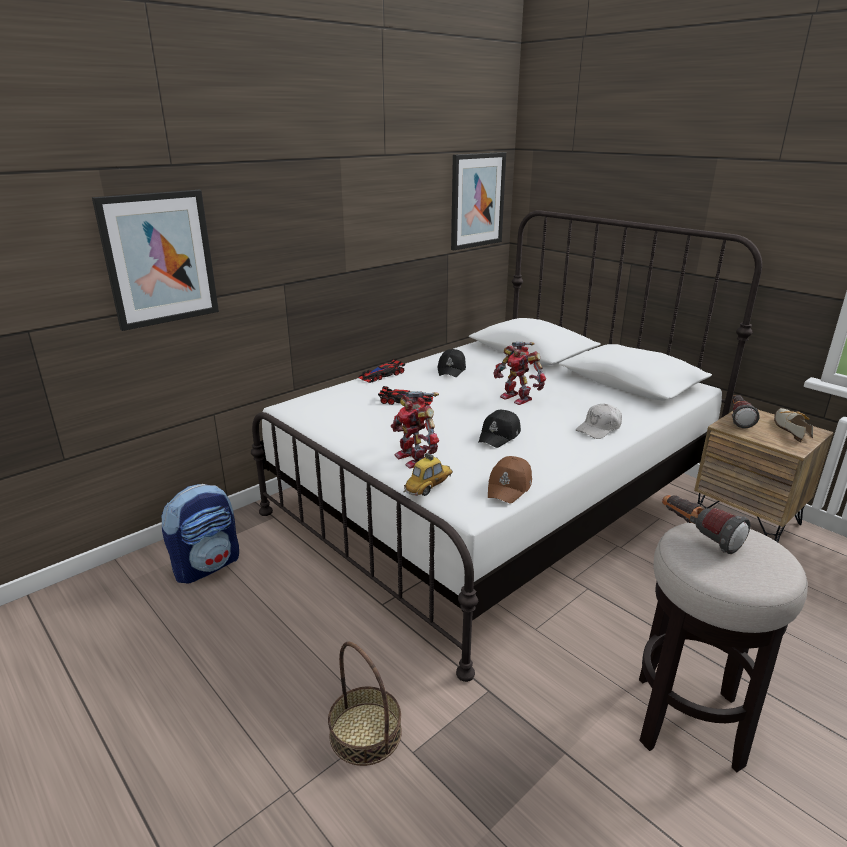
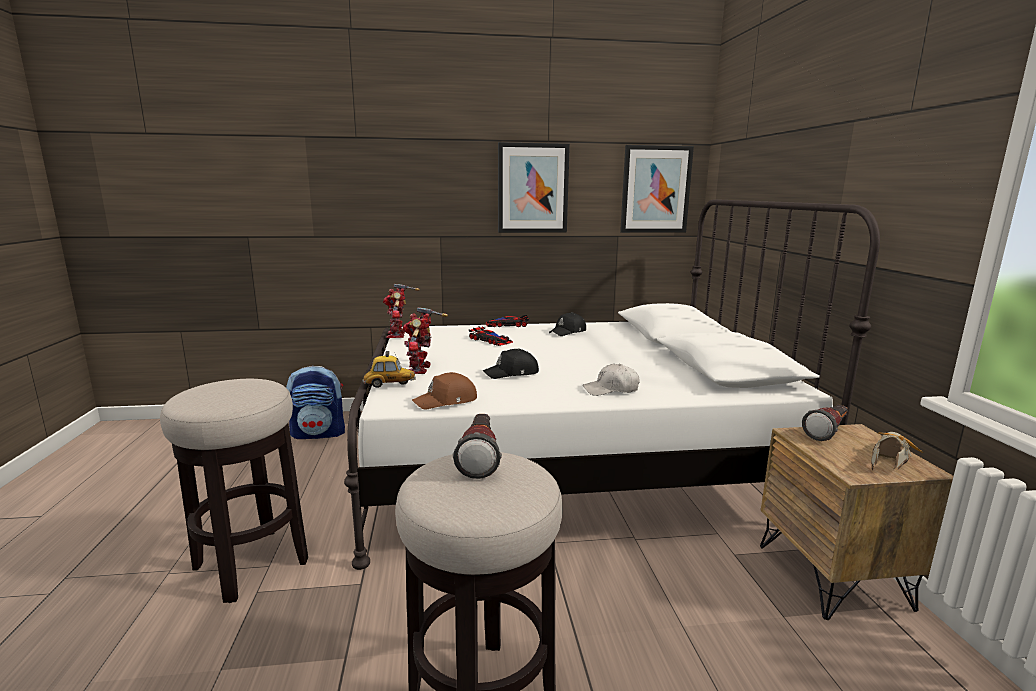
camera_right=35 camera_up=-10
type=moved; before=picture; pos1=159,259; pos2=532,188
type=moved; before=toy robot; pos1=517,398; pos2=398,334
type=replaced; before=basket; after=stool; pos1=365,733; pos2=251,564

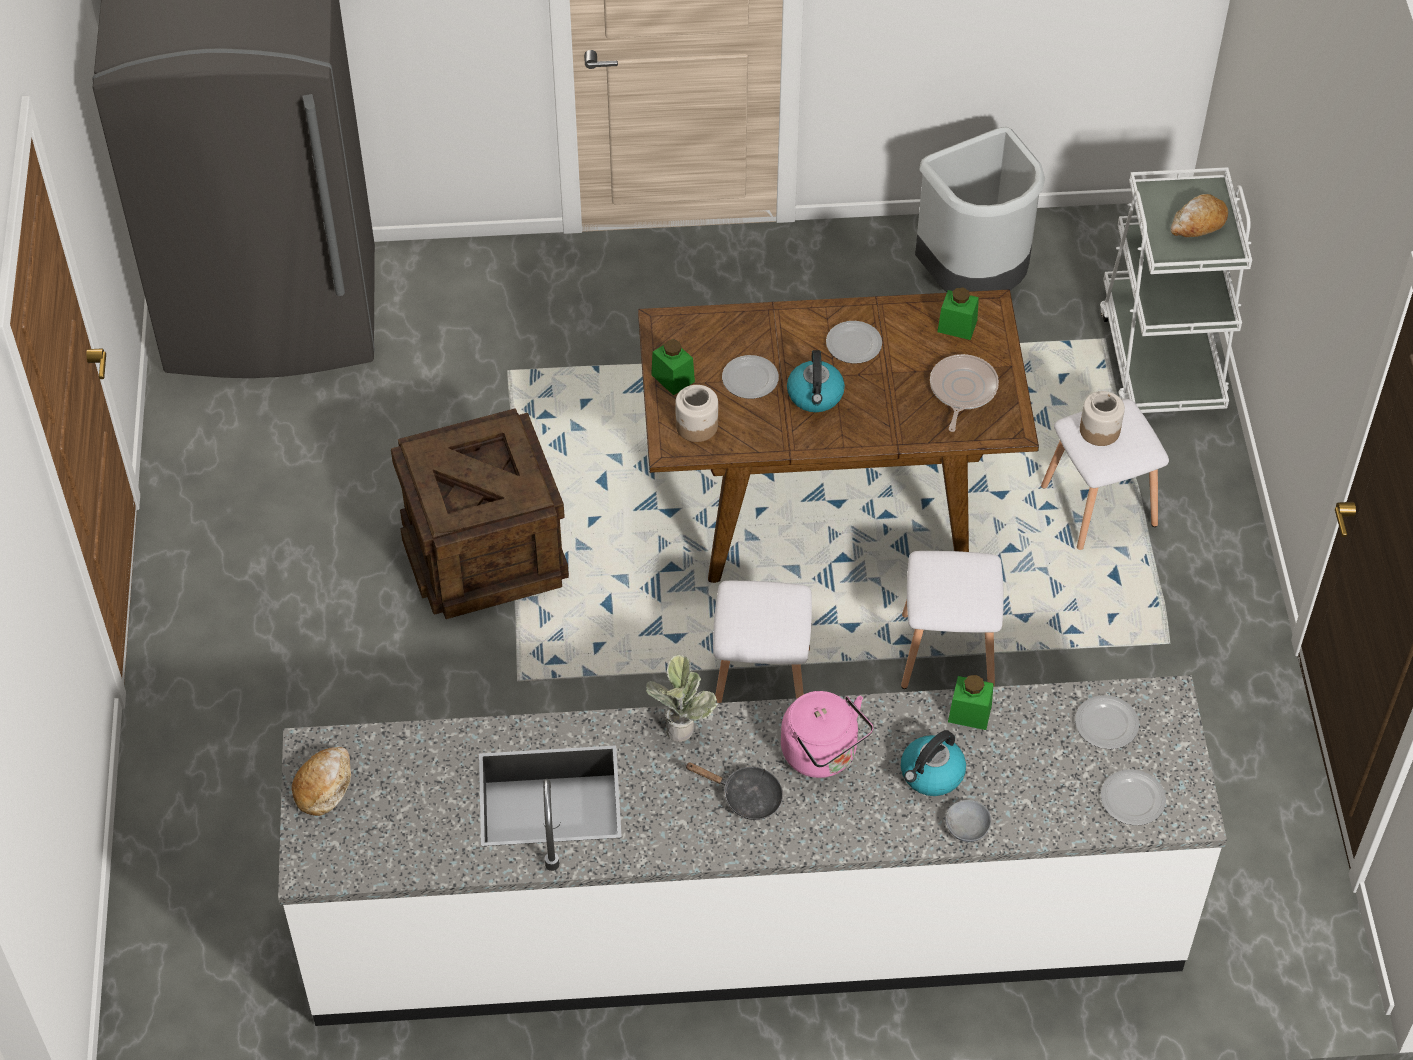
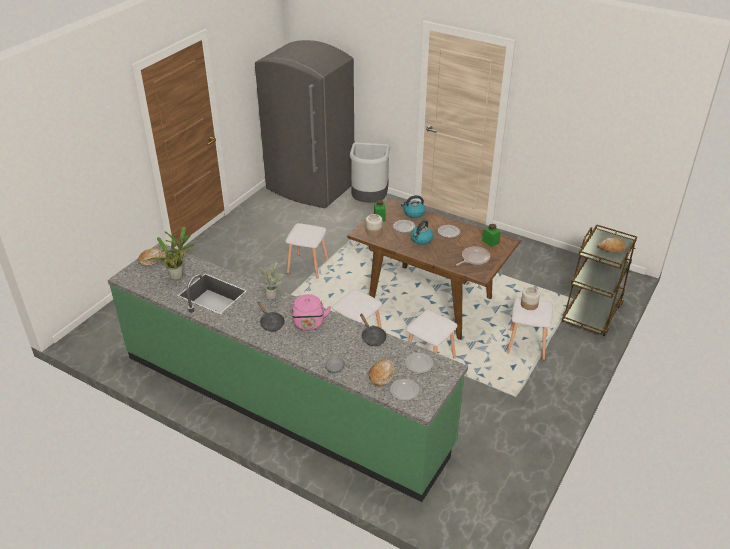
camera_right=35 camera_up=-15
type=moved; before=grey trash can; pos1=973,283; pos2=369,201
type=recoloured; before=white cart; after=brown cart; pos1=1161,357; pos2=592,313
type=replaced; before=crate; after=white stool; pos1=482,553; pos2=307,266
type=recoloured; before=white counter; after=green counter; pos1=744,919; pos2=283,400
type=replaced; before=green jar; after=black frying pan; pos1=969,713; pos2=372,337
type=moved; before=kettle; pos1=931,774; pos2=413,213
type=added; after=potted plant; pos2=178,276
type=added; after=bread; pos2=382,375

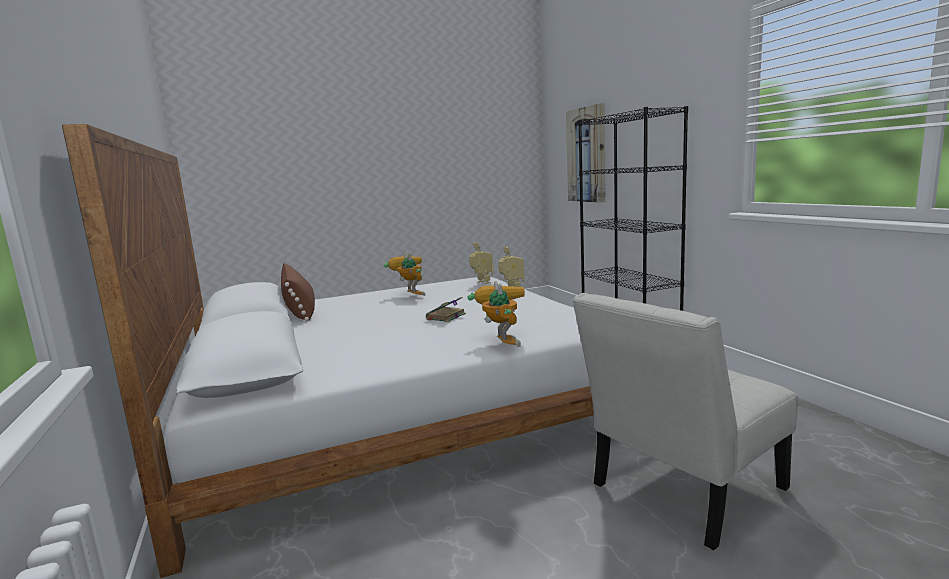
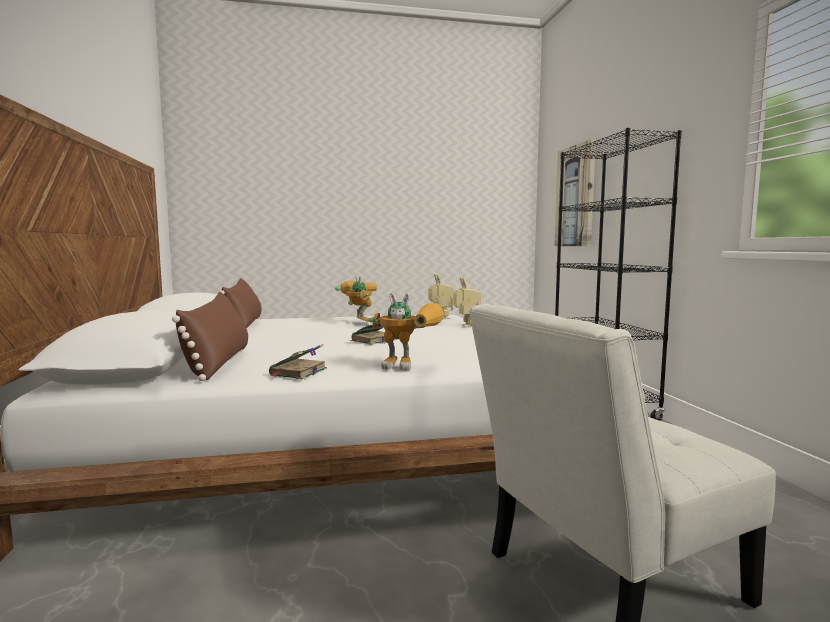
camera_right=10 camera_up=-5
type=turned; before=toy robot; pos1=500,341; pos2=411,366; turn=105
type=added; after=brown pillow; pos2=218,362
type=added; after=book; pos2=298,372

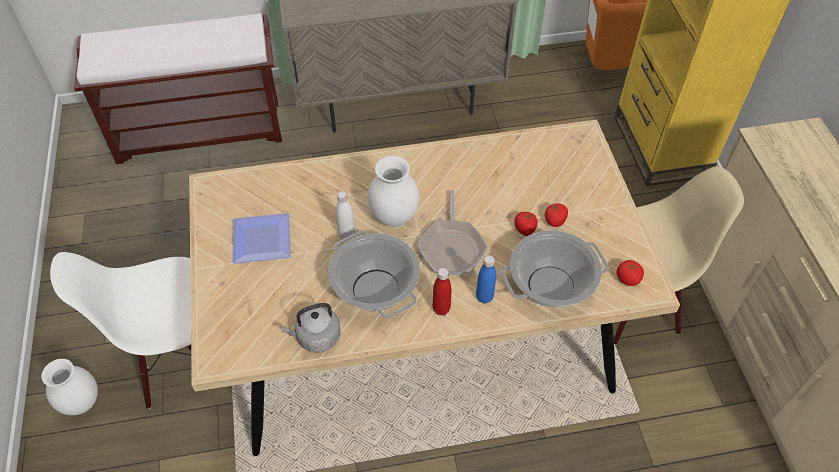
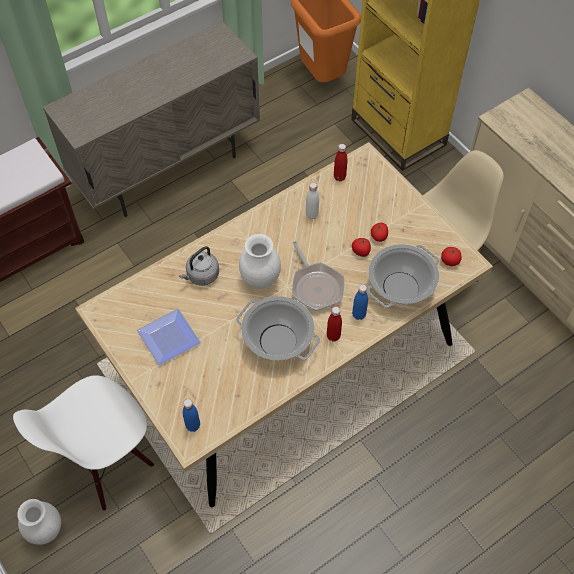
camera_right=-25 camera_up=5
type=moved; before=white bottle; pos1=347,234; pos2=312,215
type=moved; before=grey kettle; pos1=316,337; pos2=201,275
type=added; after=red bottle; pos2=339,177
type=added; after=blue bottle; pos2=193,425

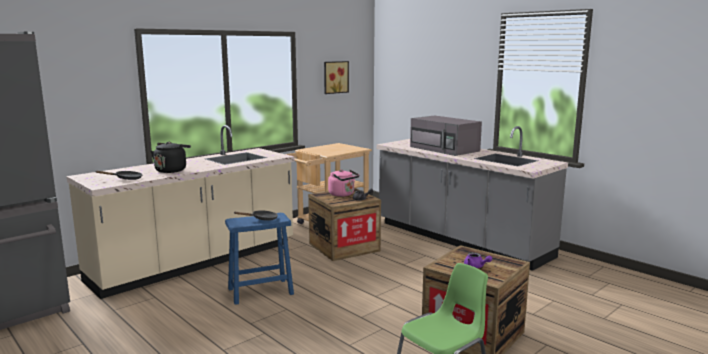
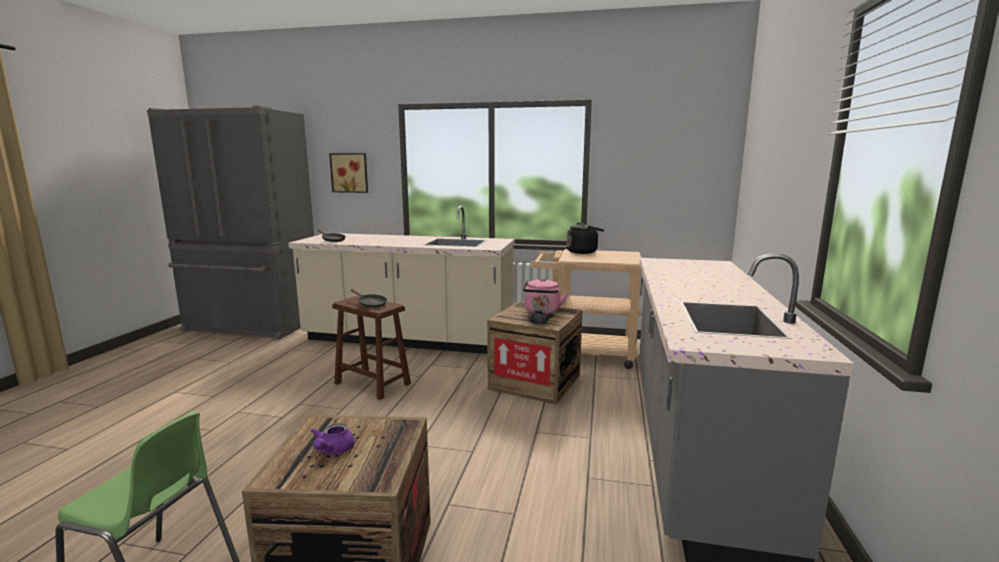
camera_right=55 camera_up=0
type=moved; before=picture; pos1=335,77; pos2=350,173
type=removed; before=grey microwave; pos1=445,149
type=moved; before=black kettle; pos1=172,170; pos2=583,252
type=recoloured; before=blue stool; after=brown stool; pos1=260,291; pos2=372,384

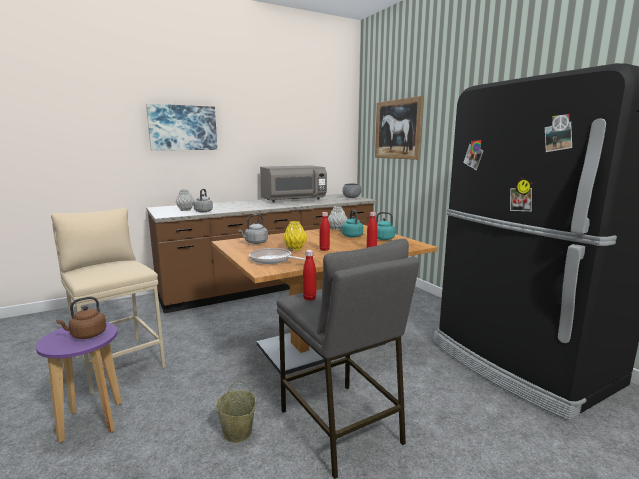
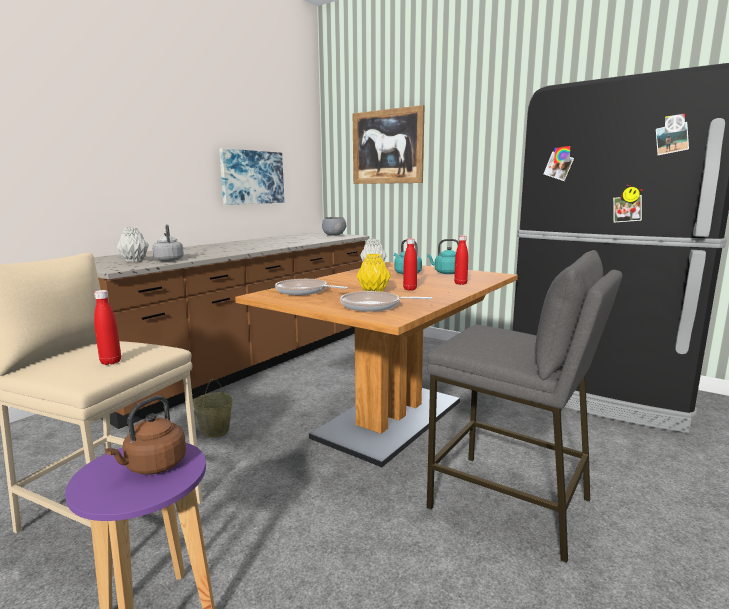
camera_right=-25 camera_up=0
type=moved; before=picture; pos1=183,128; pos2=252,177
type=removed; before=grey microwave; pos1=293,200
type=replaced; before=grey kettle; after=frying pan; pos1=255,242; pos2=304,291
type=moved; before=red bottle; pos1=309,298; pos2=111,362
type=moved; before=beige bucket; pos1=238,433; pos2=216,431

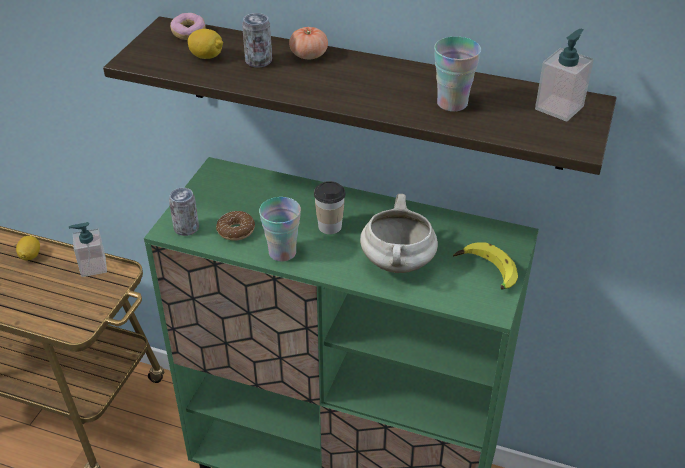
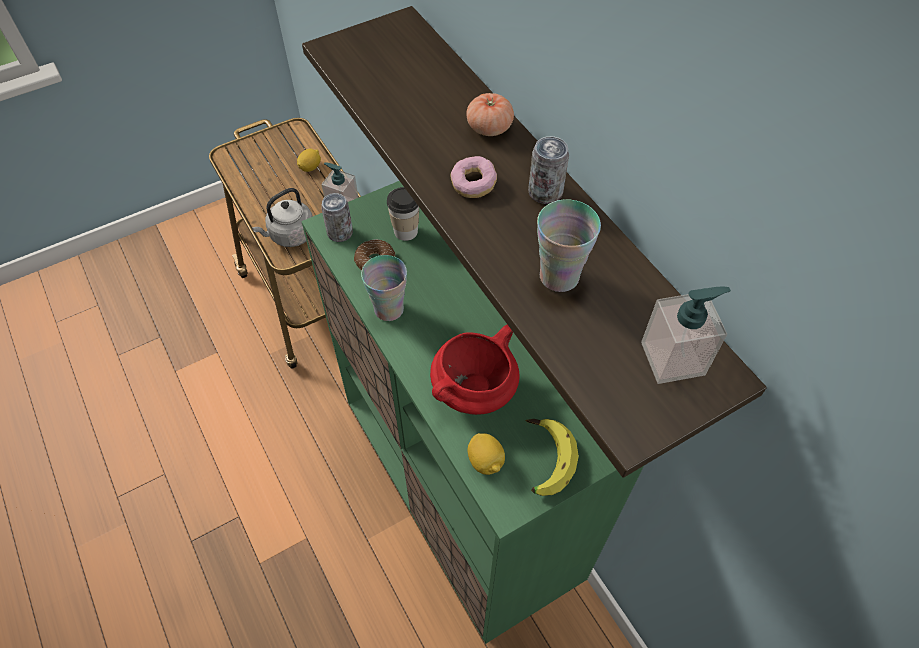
camera_right=40 camera_up=15
type=moved; before=donut; pos1=188,33; pos2=473,185
type=moved; before=can; pos1=258,61; pos2=545,192
type=moved; before=lemon; pos1=207,56; pos2=485,461
type=moved; before=cup; pos1=330,226; pos2=405,231
type=recoloured; before=white cooking pot; after=red cooking pot; pos1=398,263; pos2=473,391
type=added; after=grey kettle; pos2=290,235

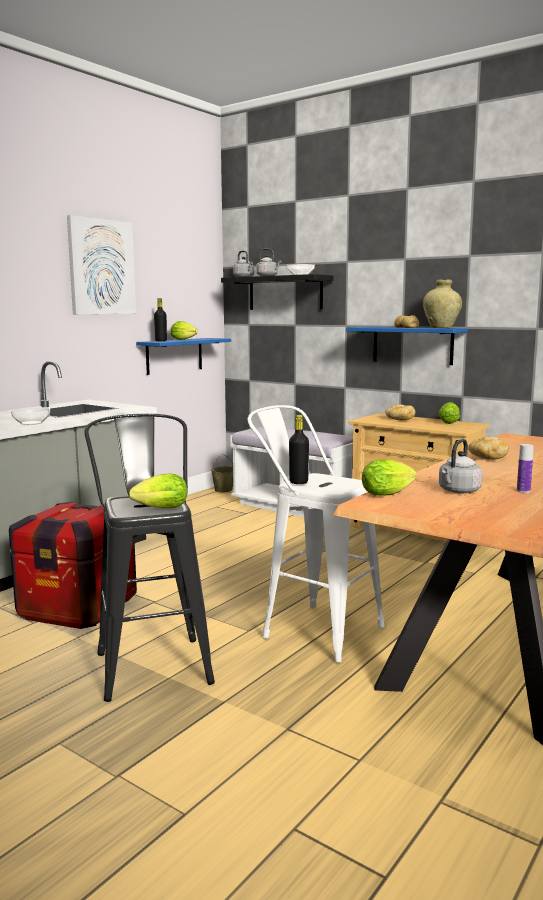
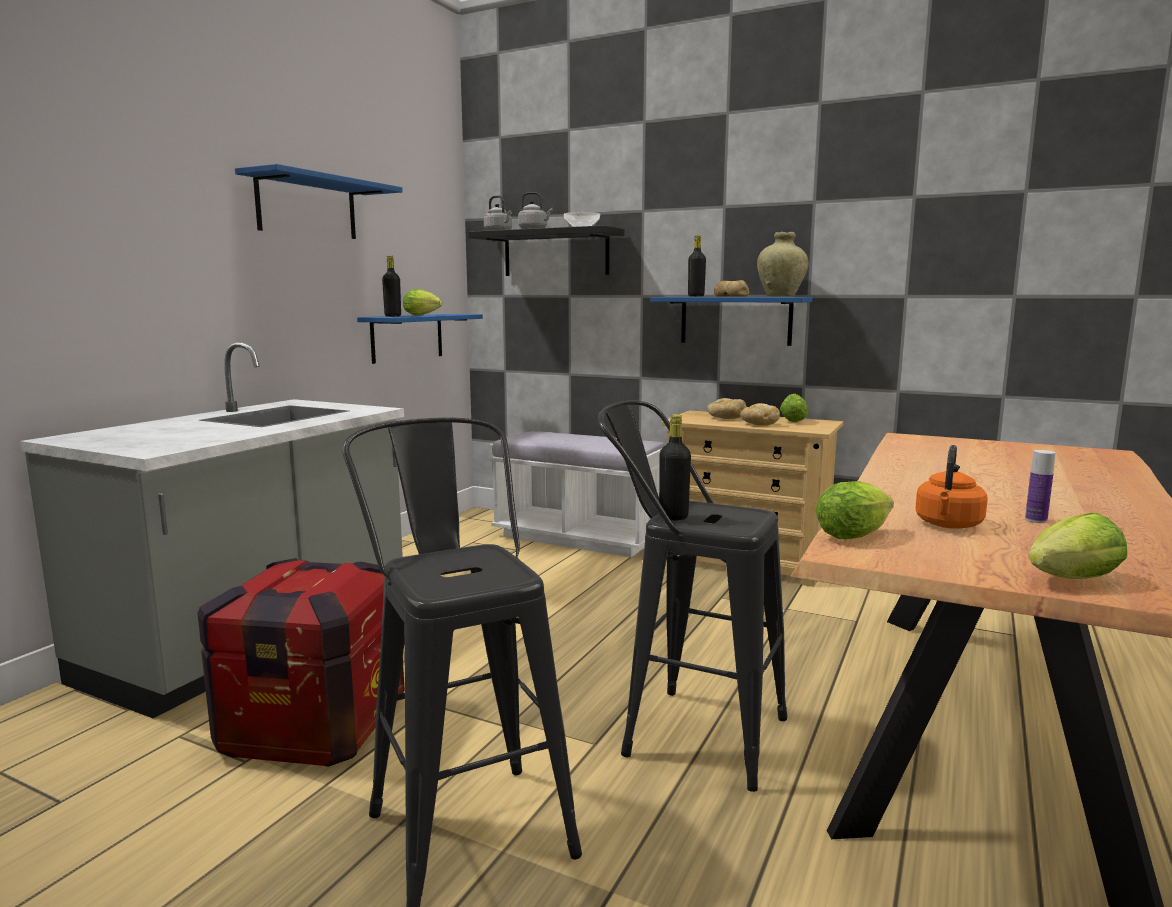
camera_right=-10 camera_up=0
type=replaced; before=picture; after=blue shelf; pos1=101,267; pos2=307,207
type=recoloured; before=white stool; after=black stool; pos1=313,628; pos2=688,731
type=removed; before=bowl; pos1=31,423
type=moved; before=bread; pos1=487,458; pos2=758,424
type=recoloured; before=grey kettle; after=orange kettle; pos1=458,491; pos2=948,525
type=removed; before=beige bucket; pos1=223,490
type=moved; before=lettuce; pos1=158,509; pos2=1068,581
type=added; after=black bottle; pos2=696,296

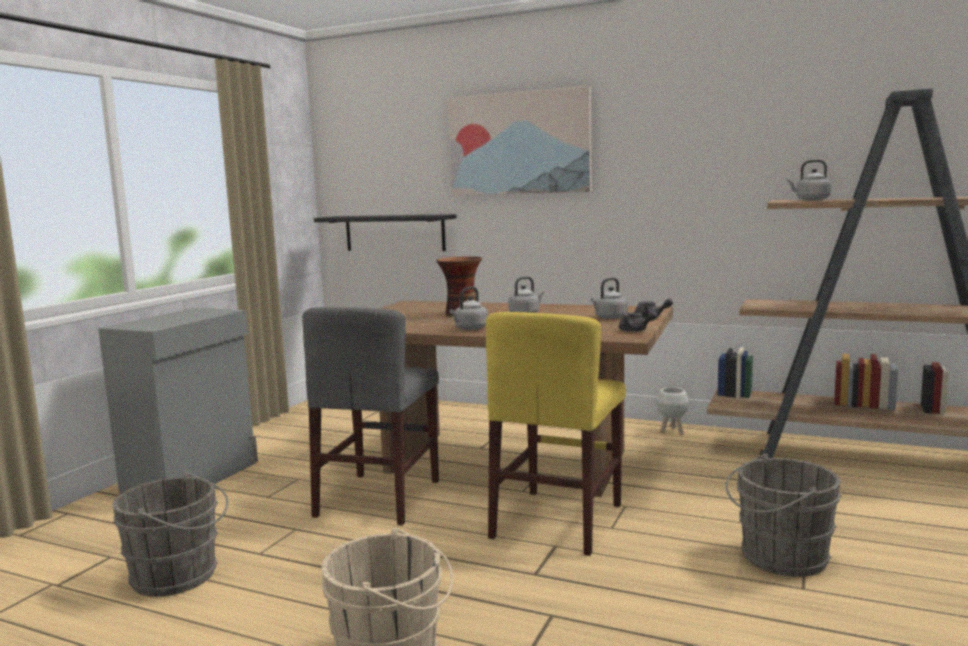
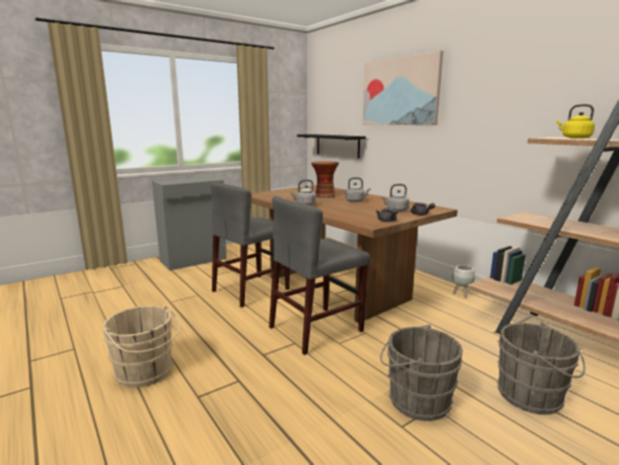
camera_right=30 camera_up=5
type=recoloured; before=grey kettle; after=yellow kettle; pos1=810,200; pos2=574,138
type=recoloured; before=yellow chair; after=grey chair; pos1=557,520; pos2=316,329
type=moved; before=grey bucket; pos1=179,576; pos2=533,397

